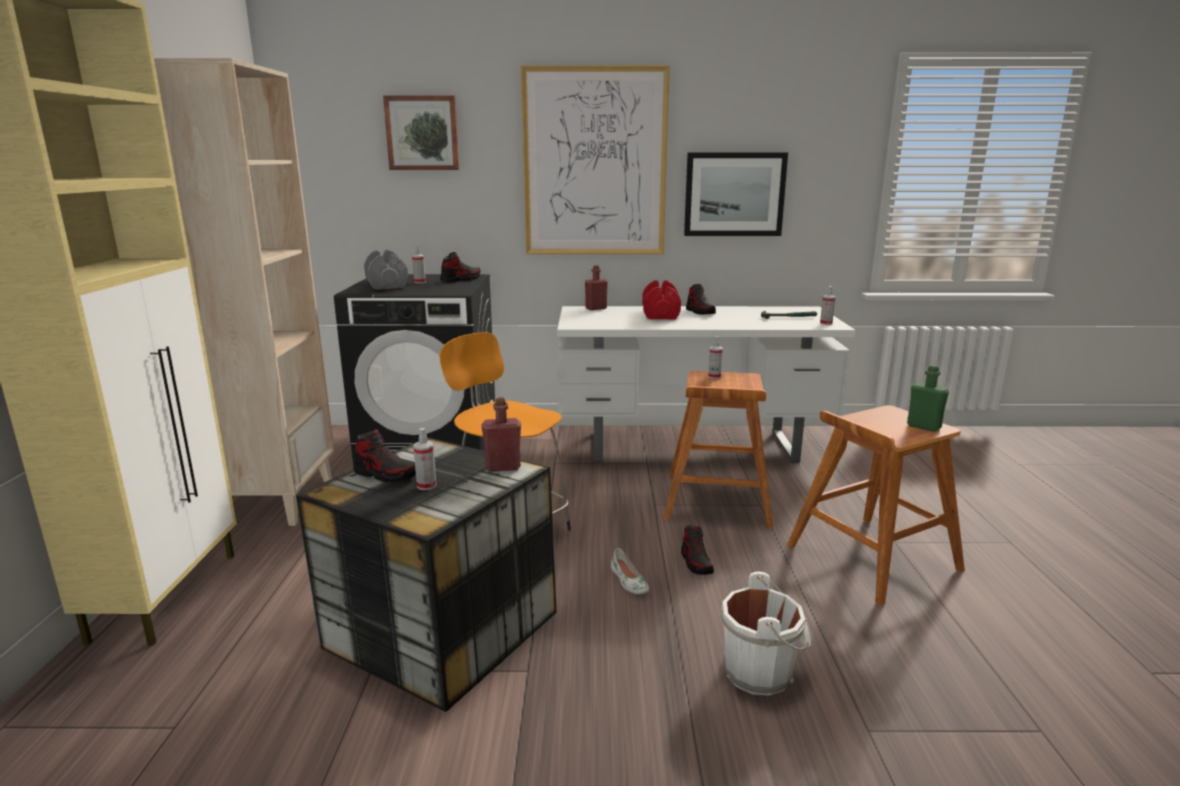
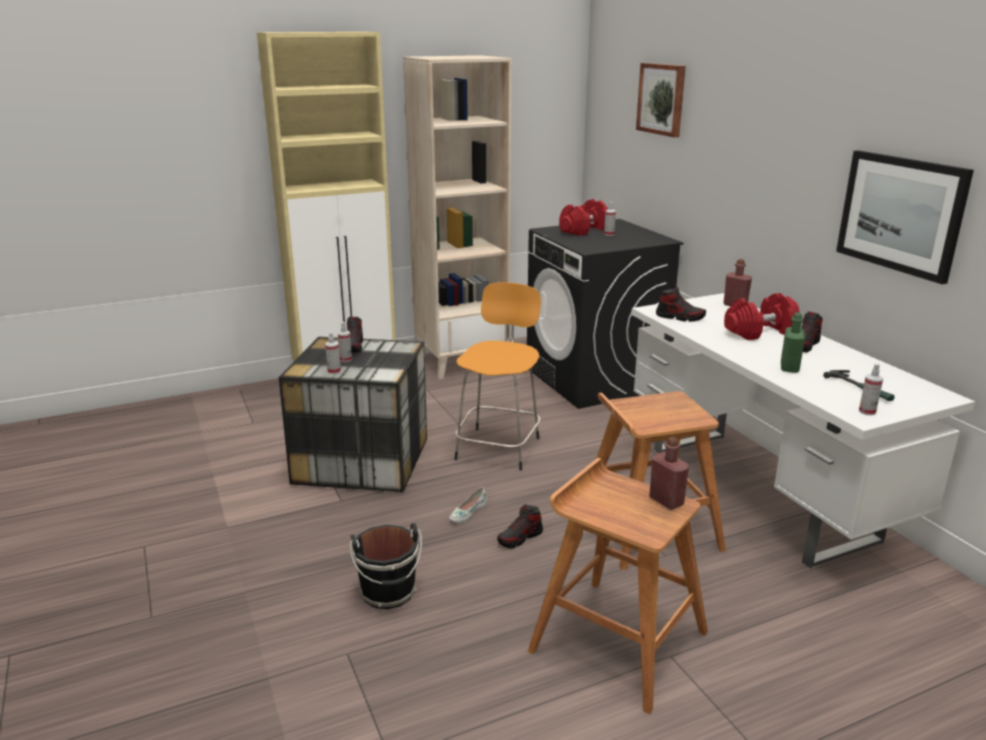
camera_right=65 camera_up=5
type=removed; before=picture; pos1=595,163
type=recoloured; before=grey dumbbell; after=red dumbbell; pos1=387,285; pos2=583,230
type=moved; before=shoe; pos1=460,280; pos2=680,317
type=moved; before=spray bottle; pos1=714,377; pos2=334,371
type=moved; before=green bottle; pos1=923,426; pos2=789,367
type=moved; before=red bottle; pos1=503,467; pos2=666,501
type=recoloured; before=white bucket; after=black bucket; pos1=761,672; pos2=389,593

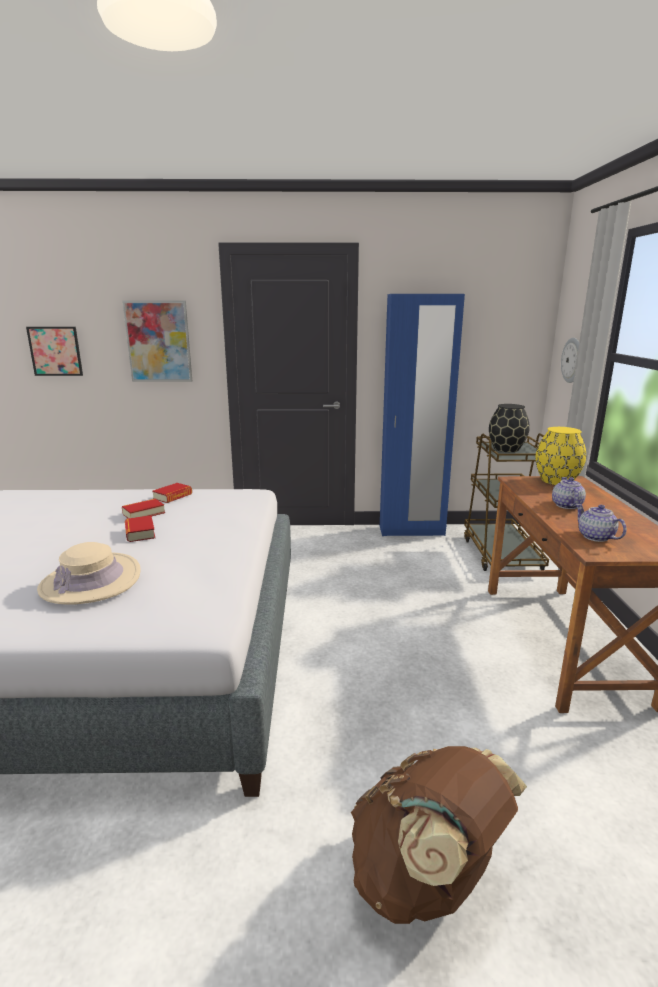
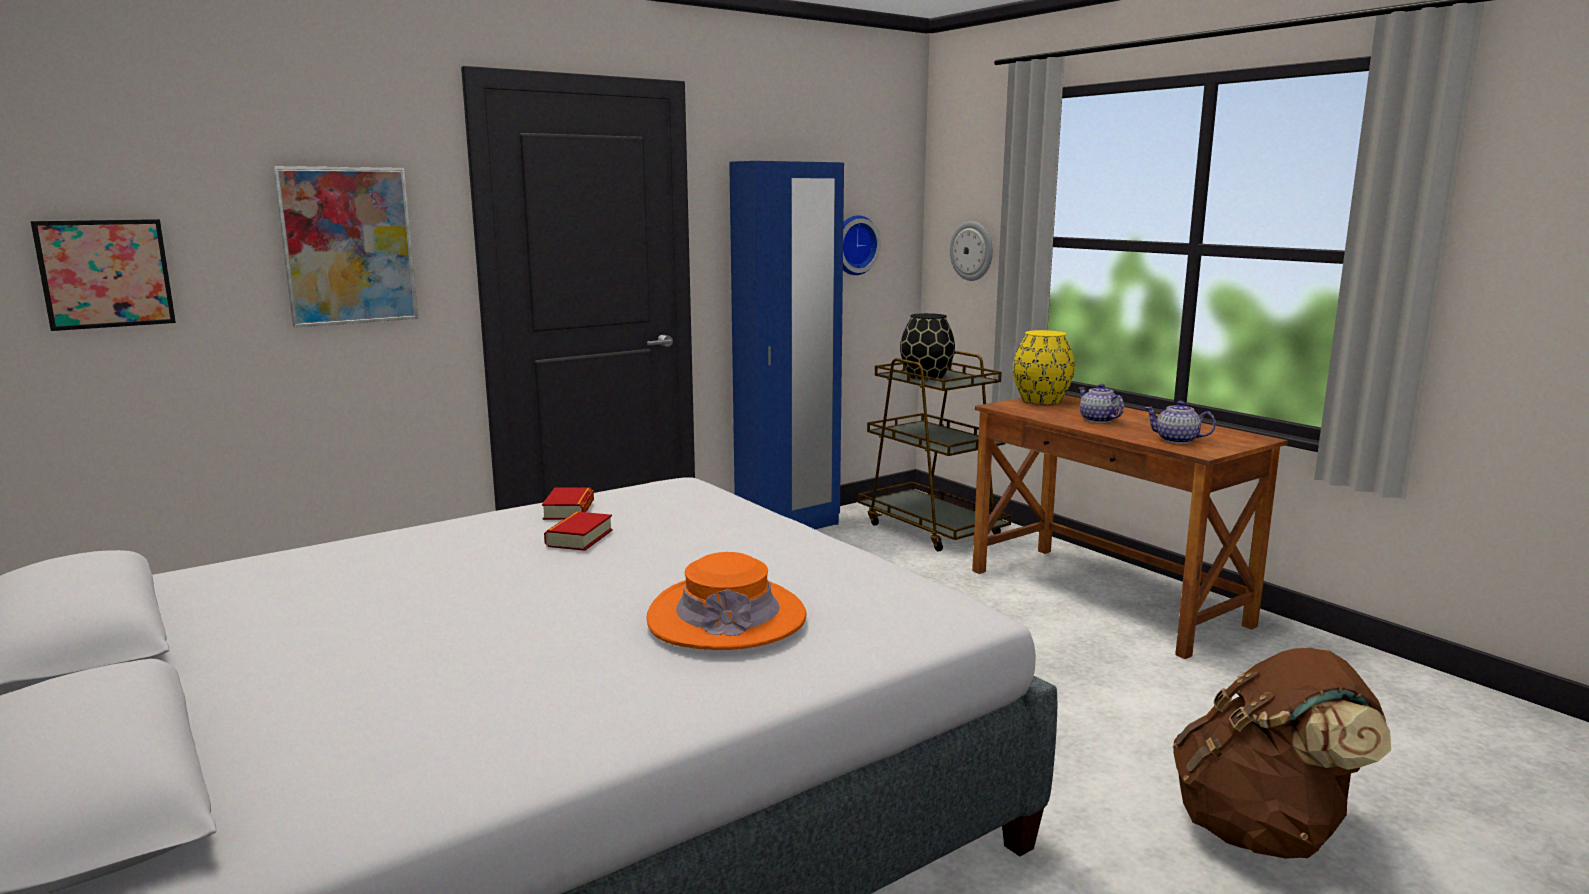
camera_right=-35 camera_up=-5
type=removed; before=book; pos1=140,533
type=recoloured; before=beige hat; after=orange hat; pos1=91,581; pos2=727,617
type=added; after=wall clock; pos2=853,245

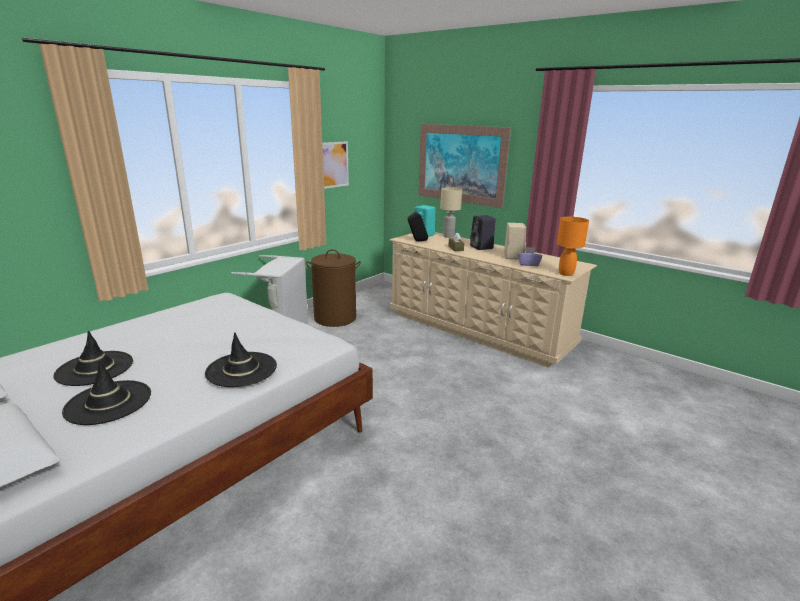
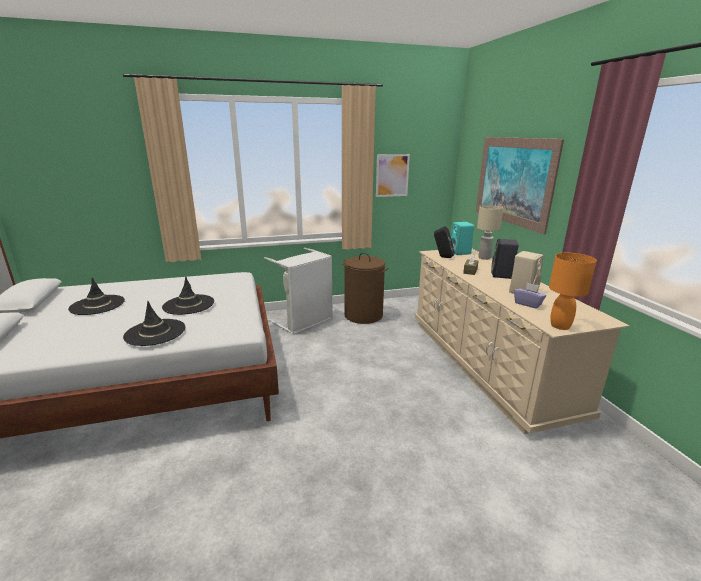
camera_right=35 camera_up=0
type=moved; before=black hat; pos1=108,402; pos2=188,305

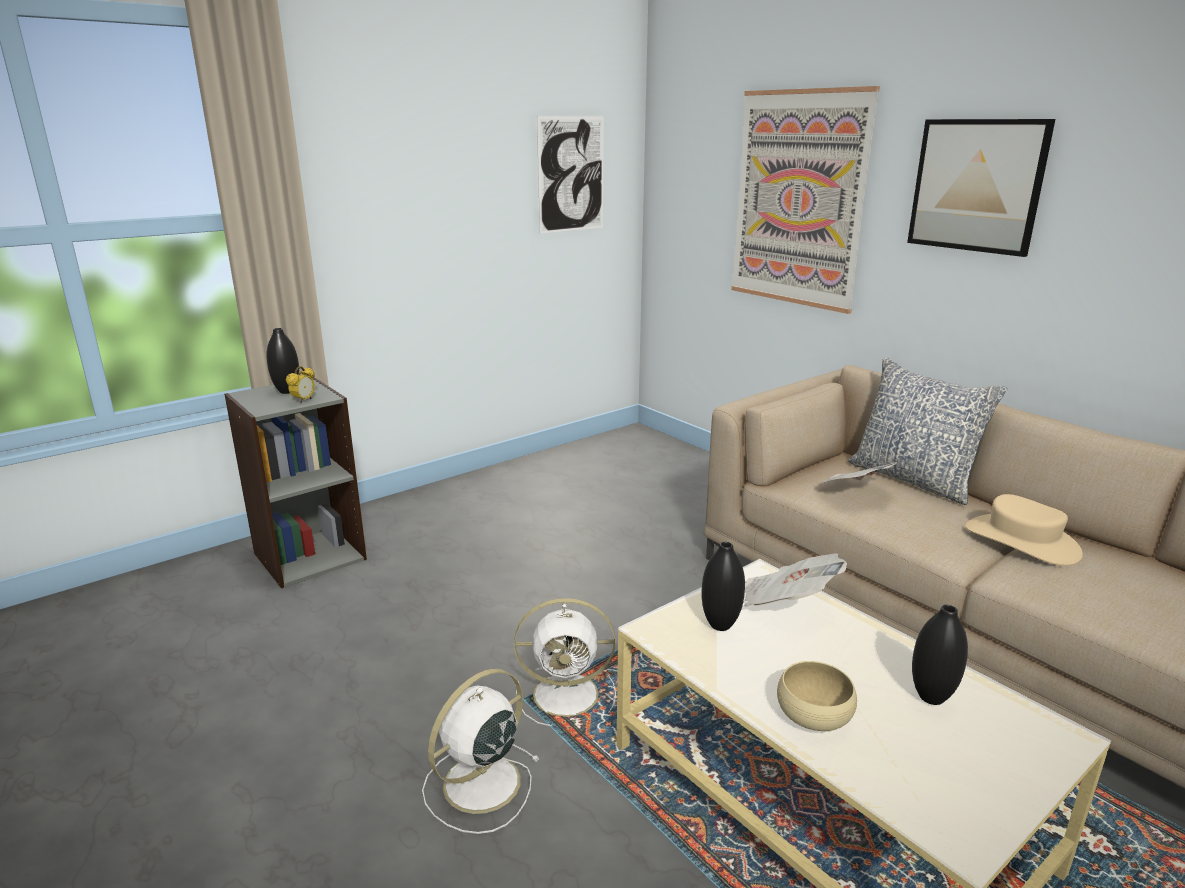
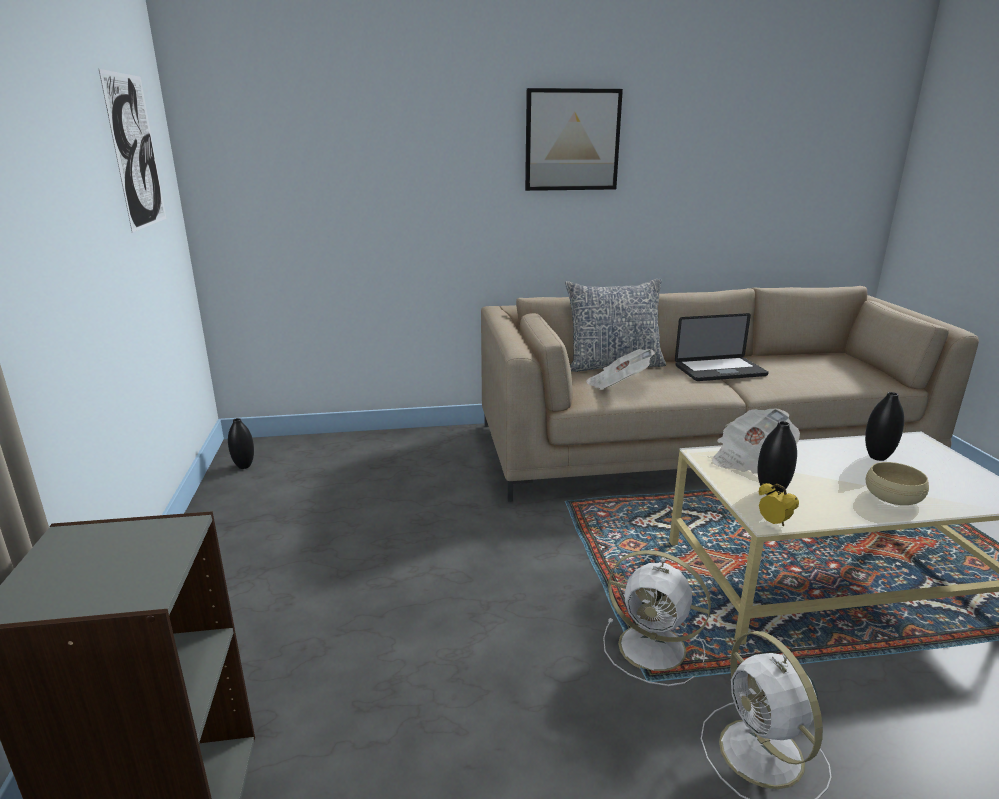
camera_right=-60 camera_up=0
type=removed; before=picture; pos1=798,199
type=moved; before=black vase; pos1=287,391; pos2=244,466
type=moved; before=alarm clock; pos1=303,400; pos2=773,523
type=replaced; before=beige hat; after=laptop; pos1=1021,541; pos2=720,371
type=turned; before=white fan; pos1=569,695; pos2=655,649; turn=90

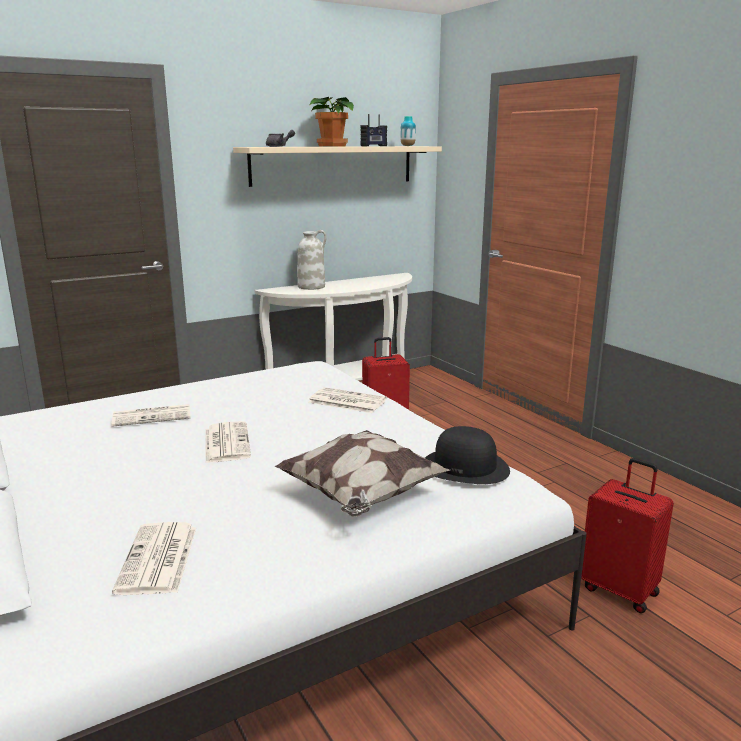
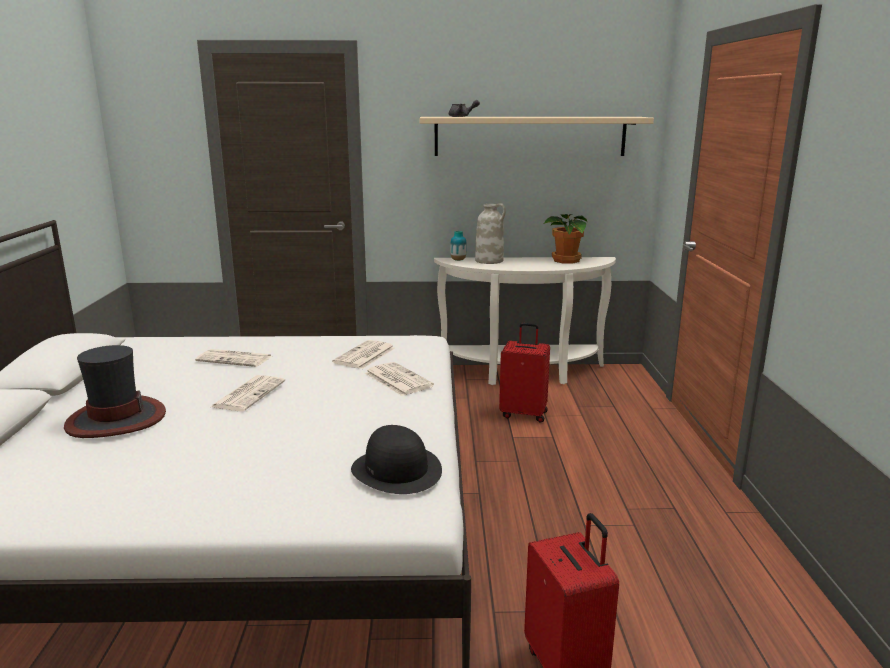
camera_right=30 camera_up=0
type=moved; before=potted plant; pos1=332,146; pos2=566,261
type=removed; before=radio; pos1=374,146
type=moved; before=vase; pos1=407,146; pos2=458,260
type=removed; before=pillow; pos1=361,496
type=moved; before=newspaper; pos1=158,560; pos2=364,356
type=added; after=hat; pos2=115,419

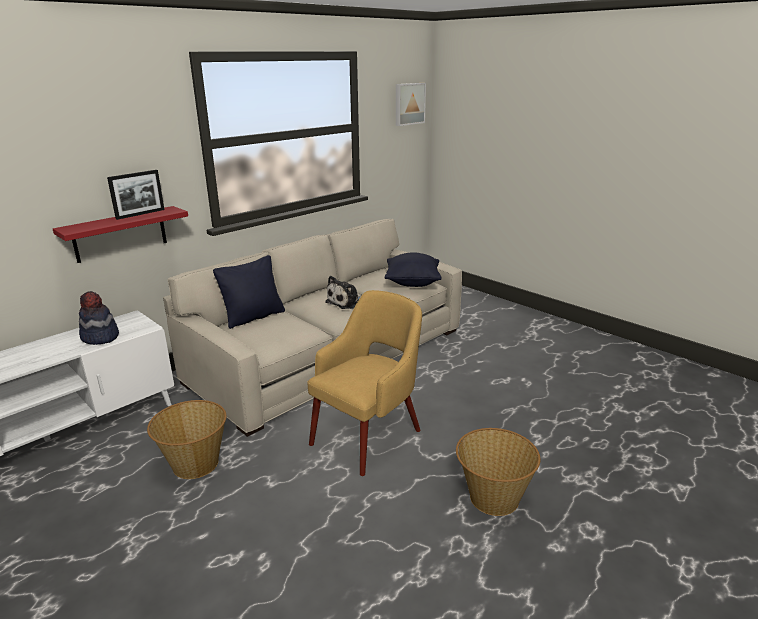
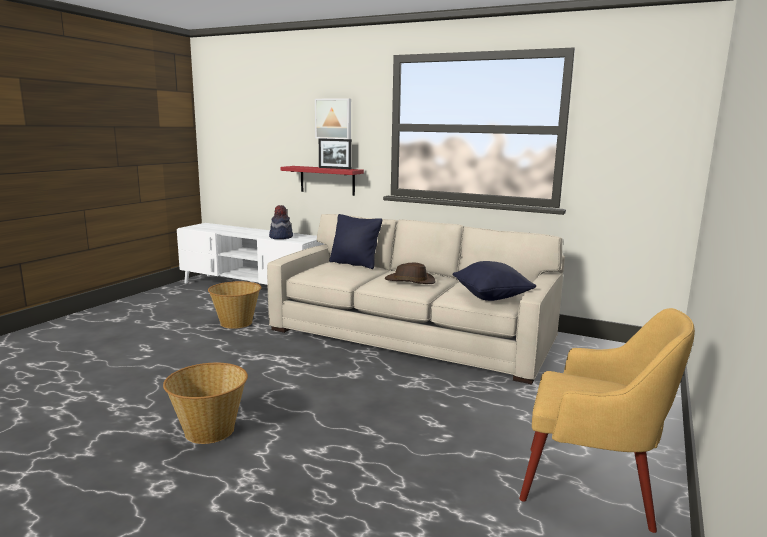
camera_right=70 camera_up=-10
type=moved; before=picture; pos1=409,104; pos2=334,119
type=replaced; before=plush toy; after=brown hat; pos1=346,302; pos2=410,281
type=moved; before=yellow armchair; pos1=368,435; pos2=592,488

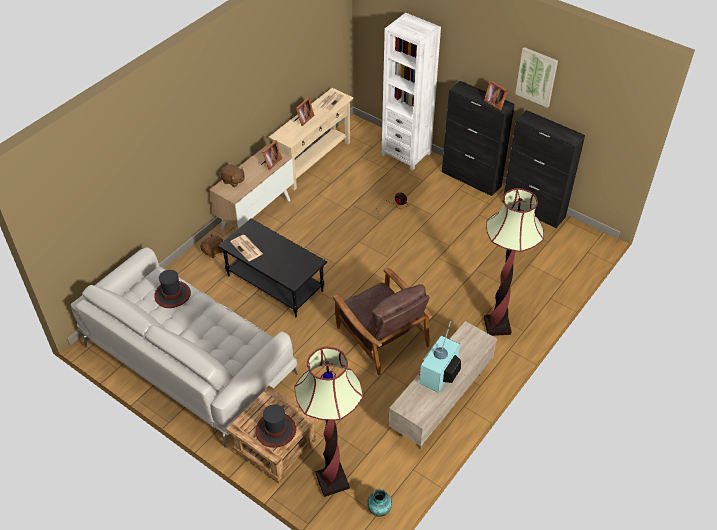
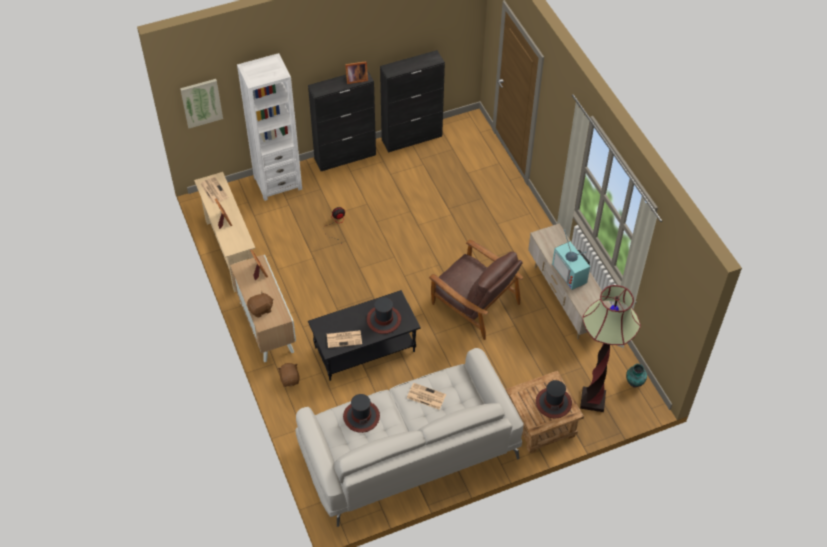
camera_right=-60 camera_up=5
type=moved; before=picture; pos1=536,77; pos2=201,102
type=removed; before=floor lamp; pos1=497,326
type=turned; before=brown armchair; pos1=381,336; pos2=474,303; turn=45
type=added; after=hat; pos2=383,320
type=added; after=newspaper; pos2=425,396

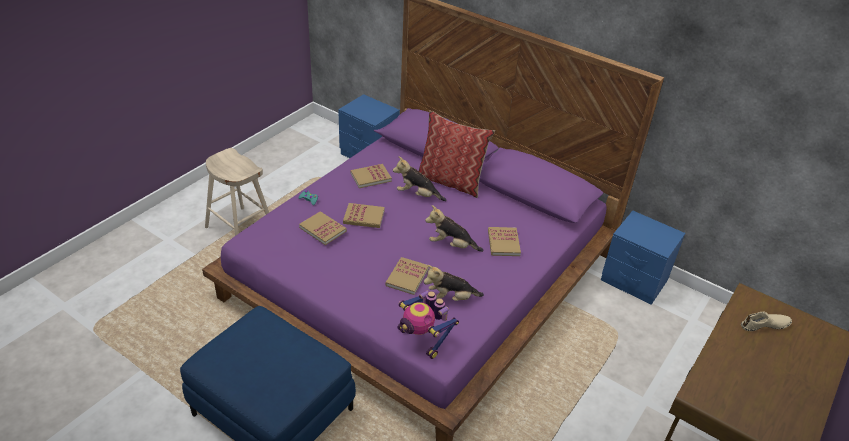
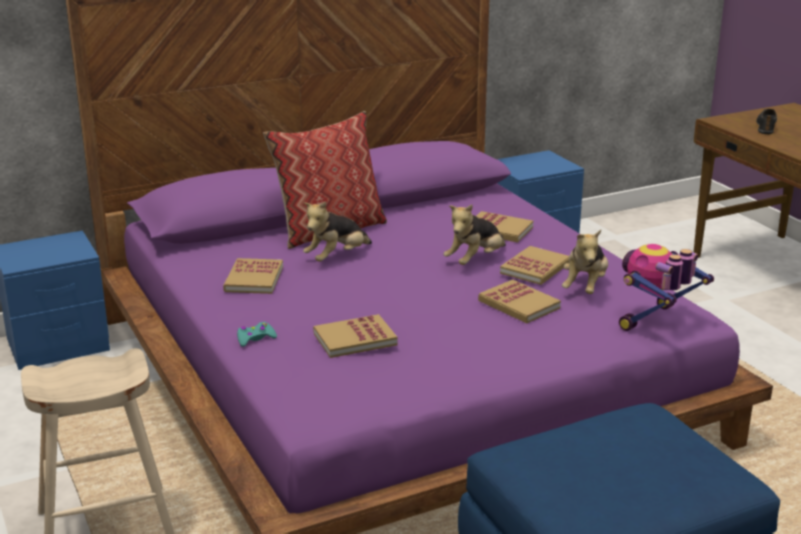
camera_right=-60 camera_up=-15
type=moved; before=book; pos1=364,217; pos2=535,268
type=turned; before=toy robot; pos1=422,339; pos2=655,321; turn=150
type=recoloured; before=beige shoe; after=black shoe; pos1=765,325; pos2=767,126

